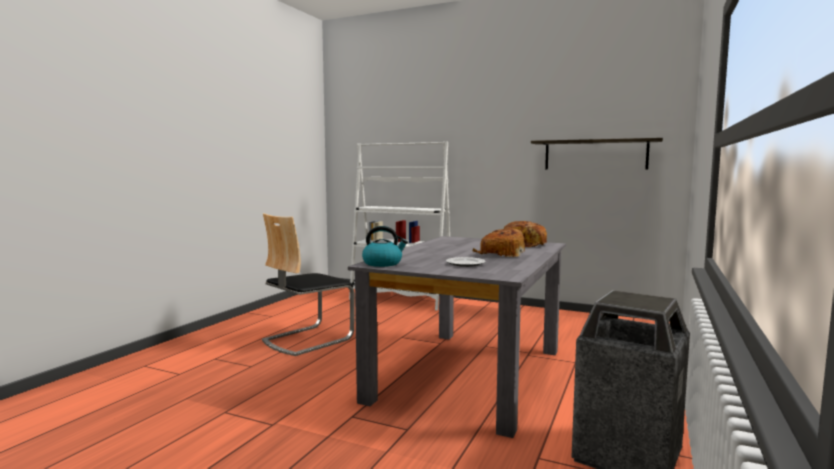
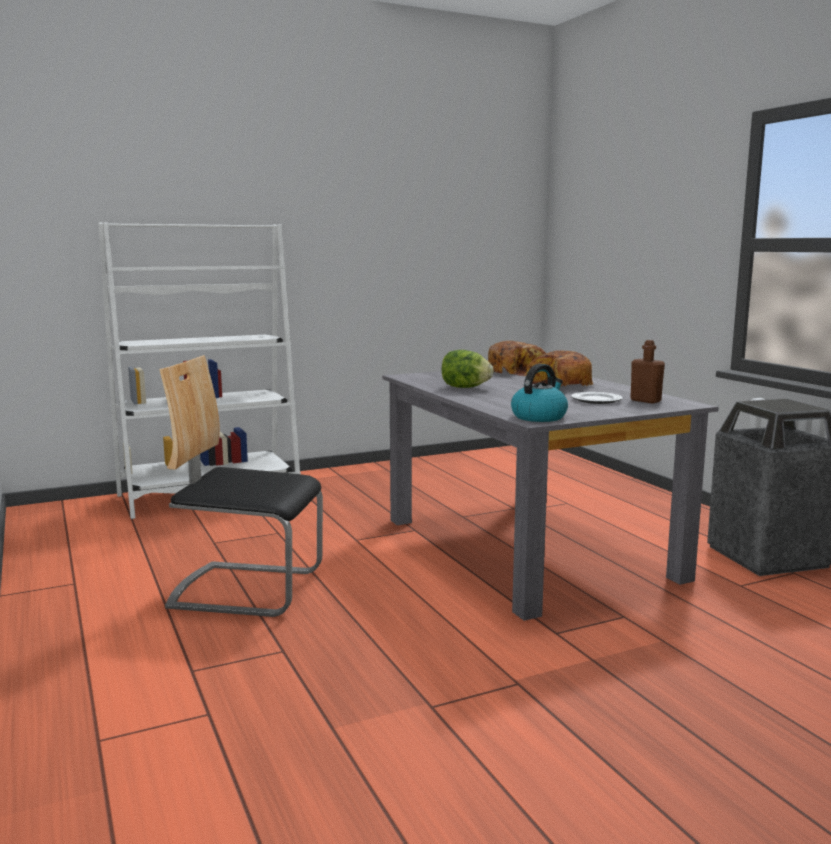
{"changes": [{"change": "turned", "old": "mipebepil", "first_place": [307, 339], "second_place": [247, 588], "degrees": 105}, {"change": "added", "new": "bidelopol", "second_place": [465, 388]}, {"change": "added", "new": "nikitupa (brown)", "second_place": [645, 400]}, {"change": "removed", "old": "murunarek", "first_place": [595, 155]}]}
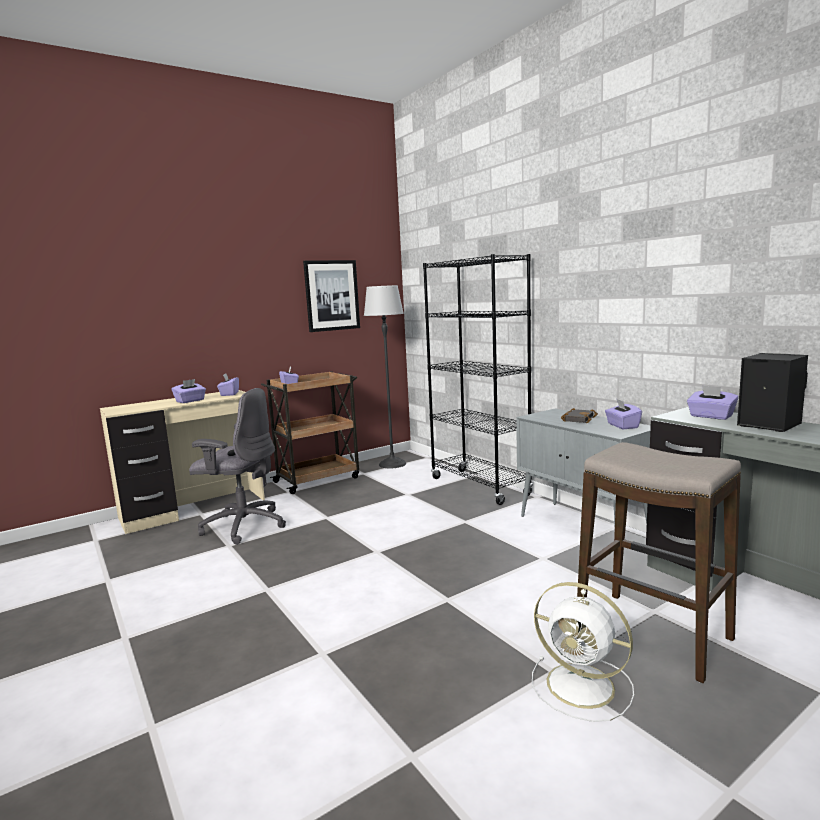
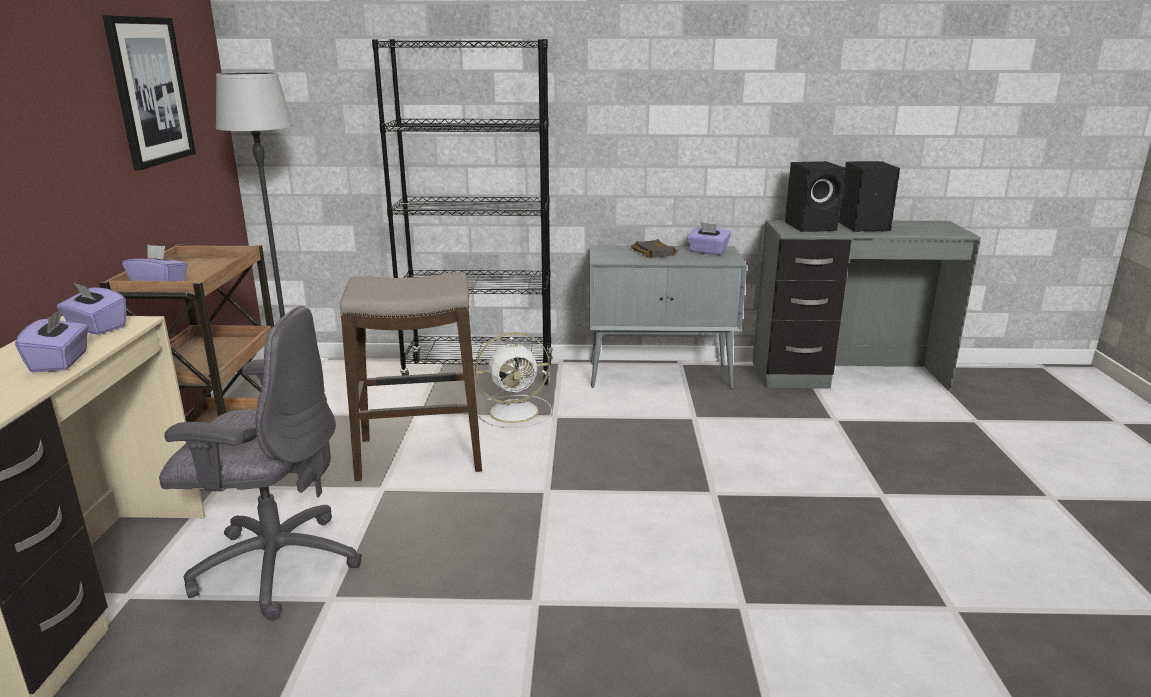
{"changes": [{"change": "turned", "old": "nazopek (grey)", "first_place": [243, 526], "second_place": [275, 565], "degrees": 45}, {"change": "moved", "old": "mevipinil", "first_place": [653, 635], "second_place": [420, 456]}, {"change": "moved", "old": "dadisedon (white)", "first_place": [583, 686], "second_place": [516, 411]}, {"change": "replaced", "old": "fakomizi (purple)", "new": "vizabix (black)", "first_place": [710, 416], "second_place": [812, 227]}]}
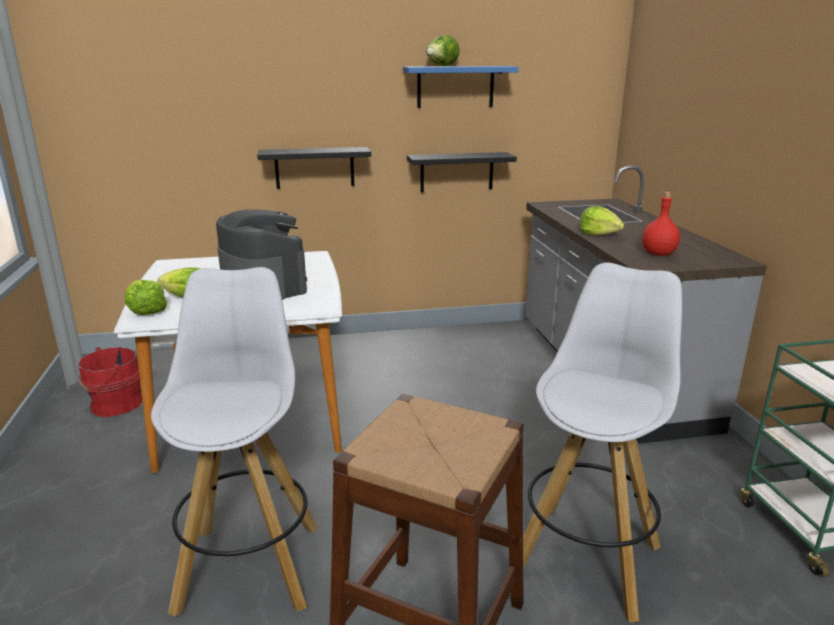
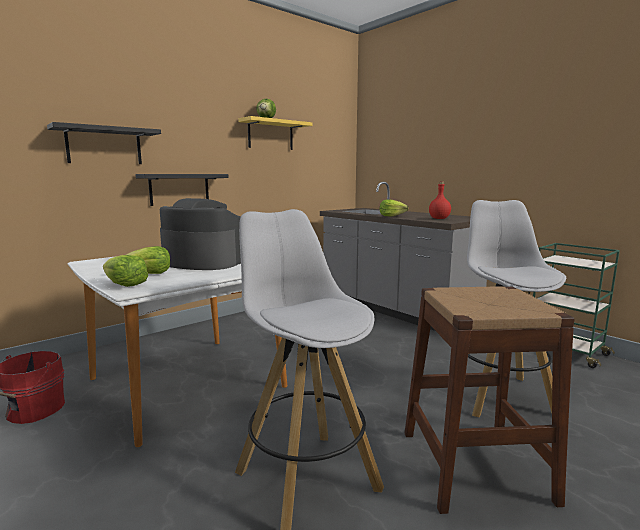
{"changes": [{"change": "moved", "old": "murunarek (black)", "first_place": [456, 172], "second_place": [104, 146]}, {"change": "recoloured", "old": "murunarek (blue)", "new": "murunarek (yellow)", "first_place": [455, 86], "second_place": [270, 135]}]}
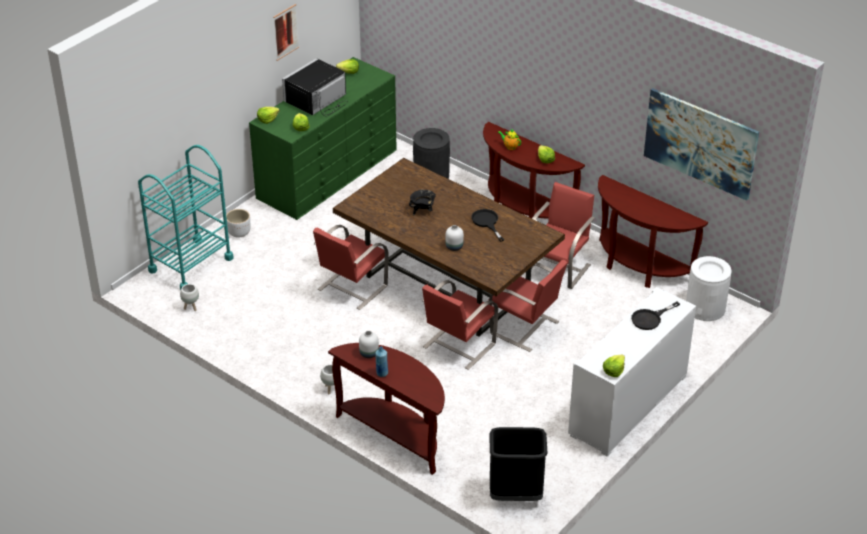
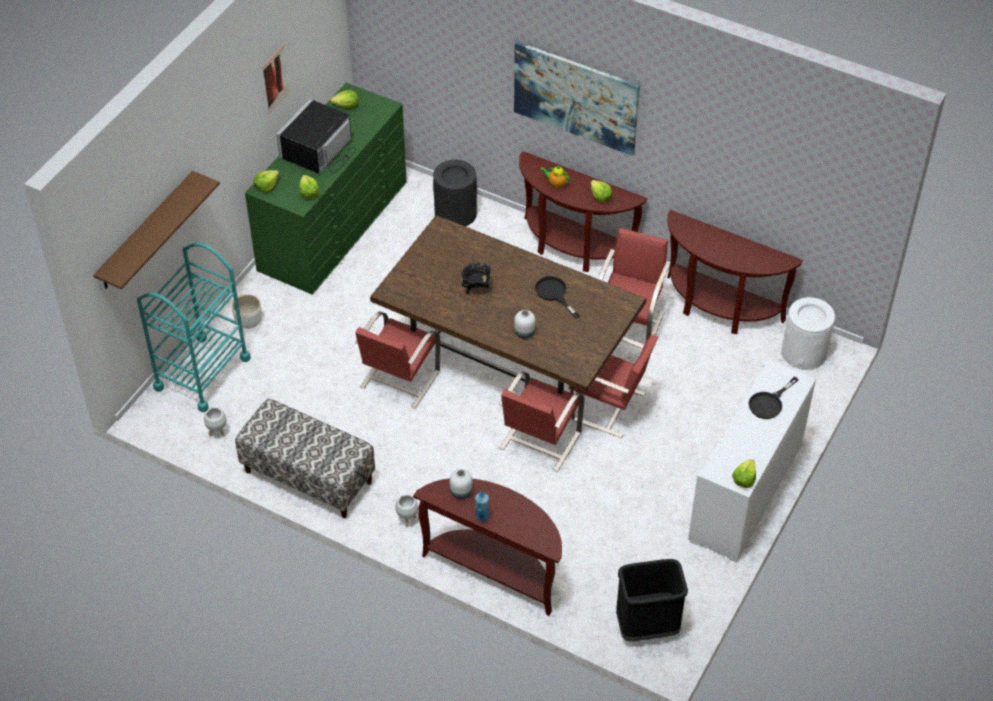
{"changes": [{"change": "added", "new": "murunarek (brown)", "second_place": [146, 232]}, {"change": "added", "new": "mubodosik", "second_place": [308, 477]}, {"change": "moved", "old": "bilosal", "first_place": [700, 143], "second_place": [575, 97]}]}
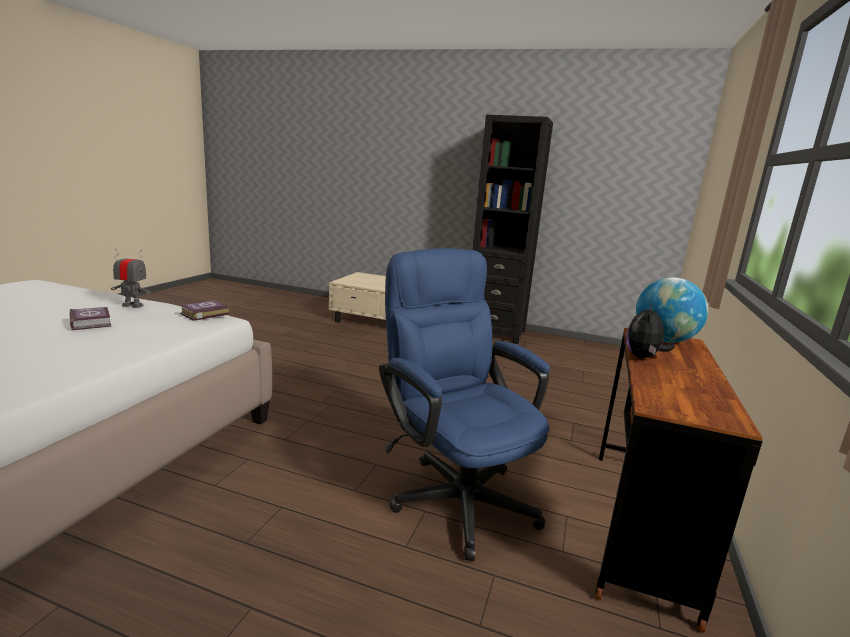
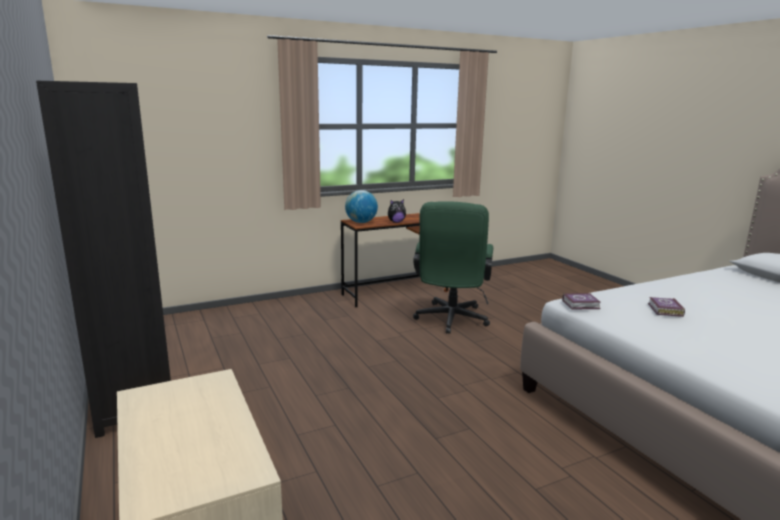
{"changes": [{"change": "recoloured", "old": "nazopek (blue)", "new": "nazopek (green)", "first_place": [455, 493], "second_place": [450, 321]}, {"change": "removed", "old": "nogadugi", "first_place": [133, 305]}]}
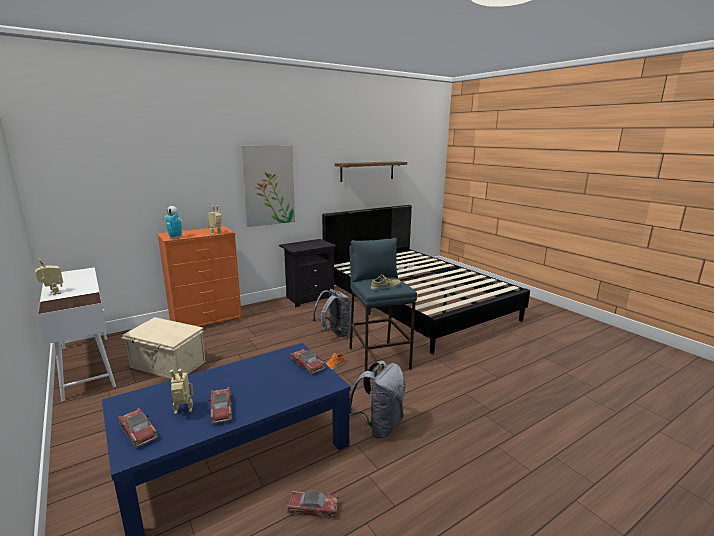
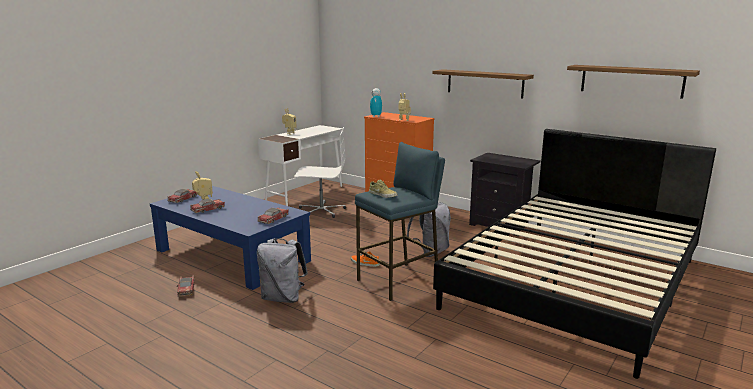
{"changes": [{"change": "replaced", "old": "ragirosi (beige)", "new": "nazopek (white)", "first_place": [168, 365], "second_place": [321, 210]}, {"change": "replaced", "old": "bilosal", "new": "murunarek", "first_place": [268, 185], "second_place": [484, 83]}]}
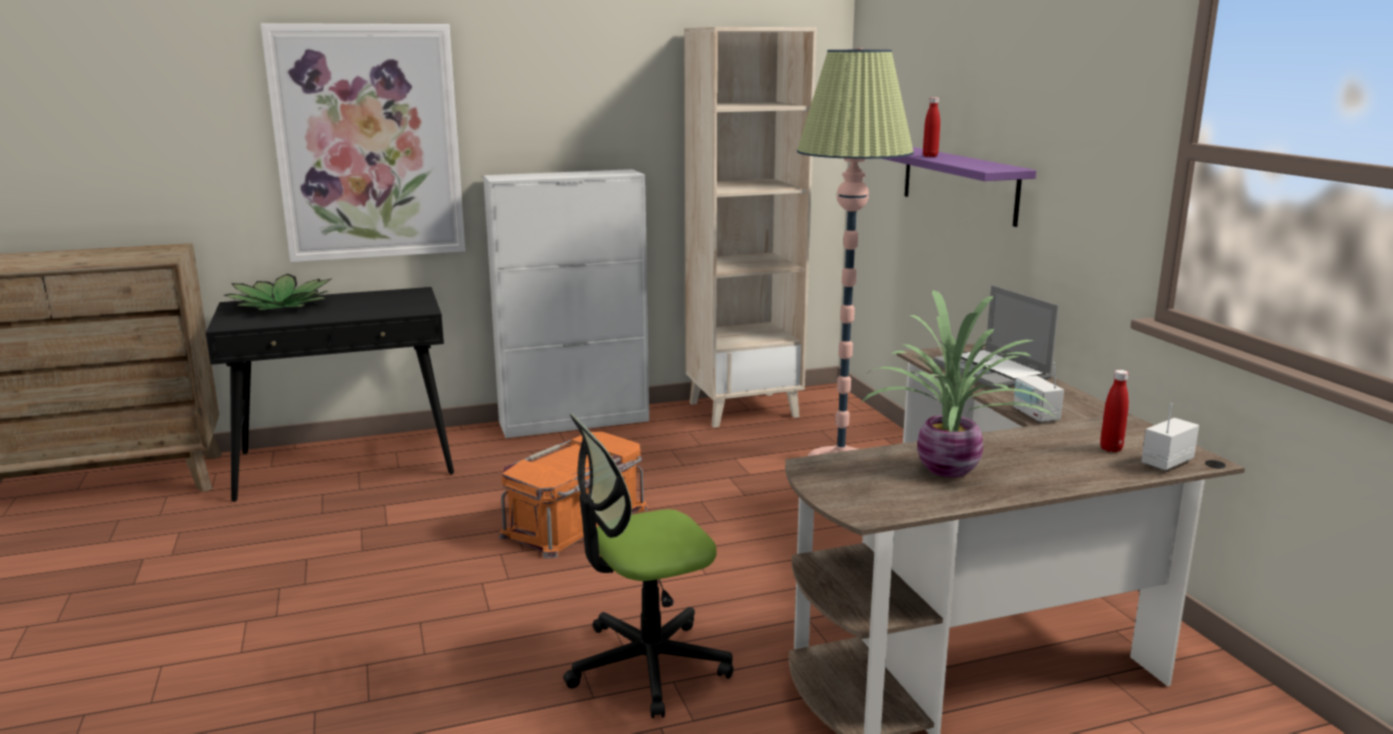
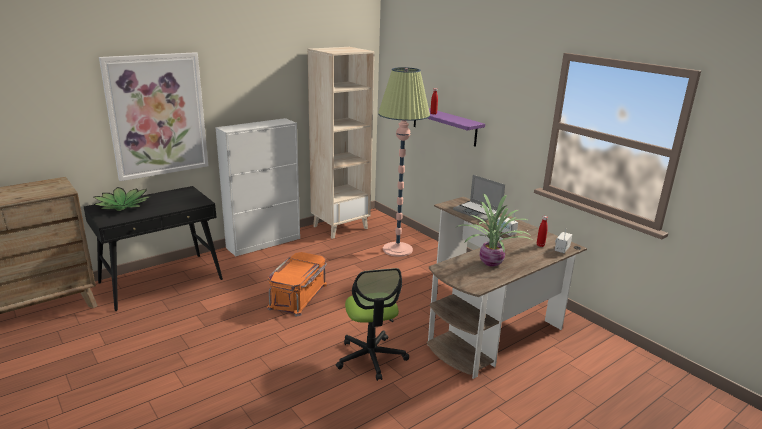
{"changes": [{"change": "turned", "old": "nazopek", "first_place": [647, 665], "second_place": [371, 357], "degrees": -60}]}
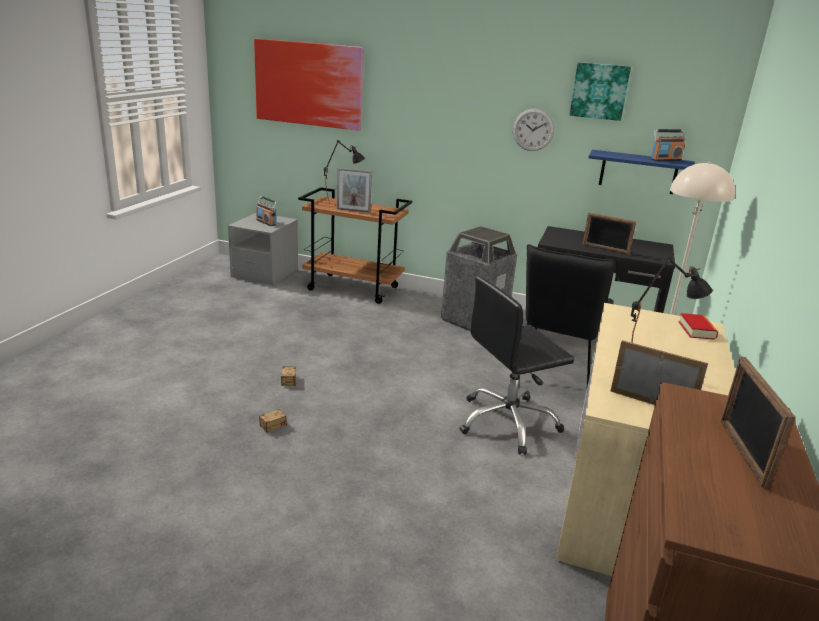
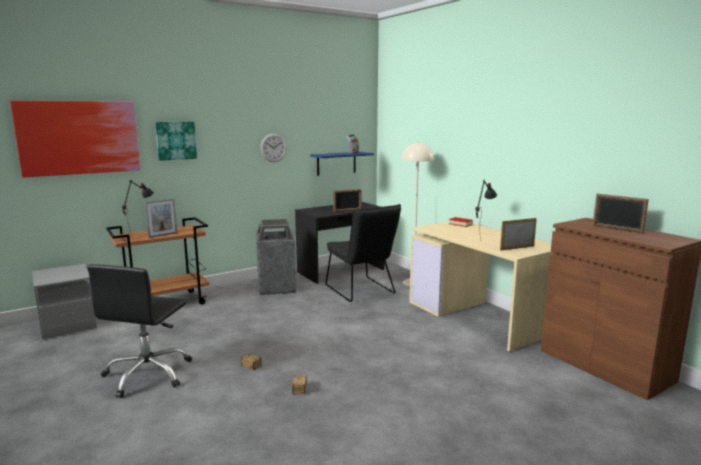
{"changes": [{"change": "moved", "old": "nazopek (black)", "first_place": [507, 423], "second_place": [148, 374]}, {"change": "moved", "old": "bilosal", "first_place": [599, 91], "second_place": [175, 140]}, {"change": "removed", "old": "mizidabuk", "first_place": [266, 222]}]}
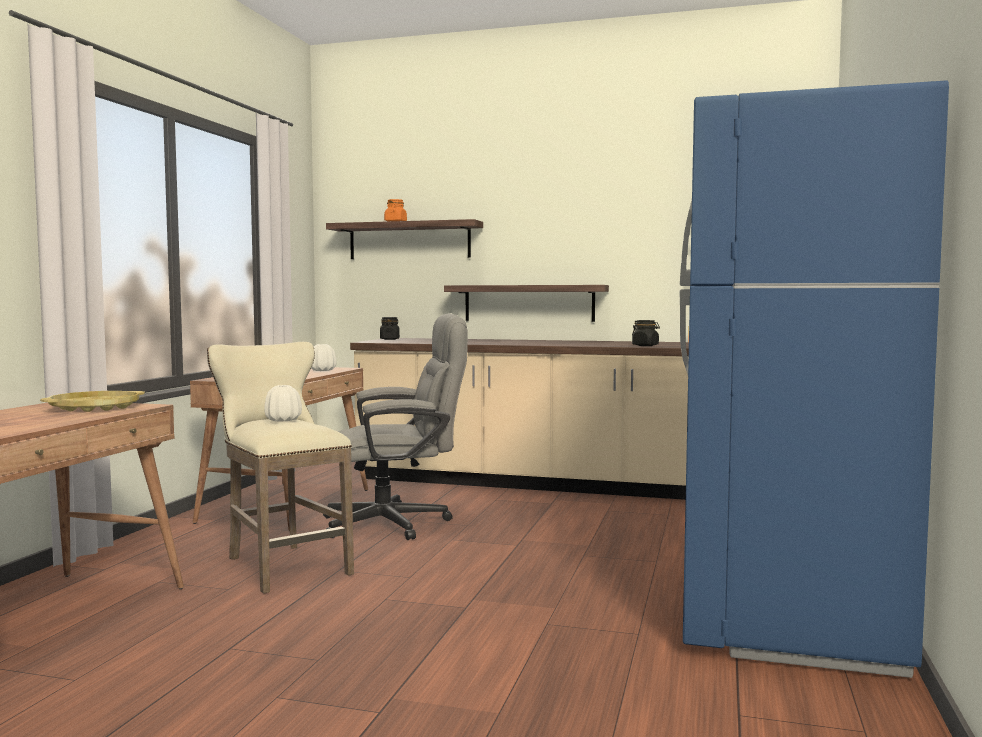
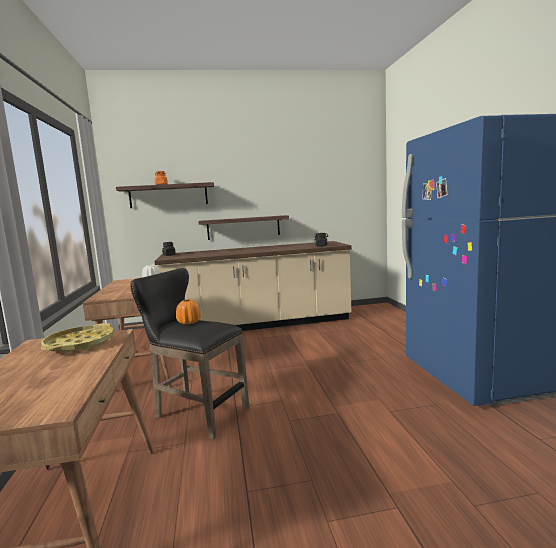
{"changes": [{"change": "recoloured", "old": "mevipinil (beige)", "new": "mevipinil (black)", "first_place": [283, 564], "second_place": [197, 413]}, {"change": "recoloured", "old": "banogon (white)", "new": "banogon (orange)", "first_place": [283, 420], "second_place": [189, 322]}, {"change": "removed", "old": "nazopek (grey)", "first_place": [398, 523]}]}
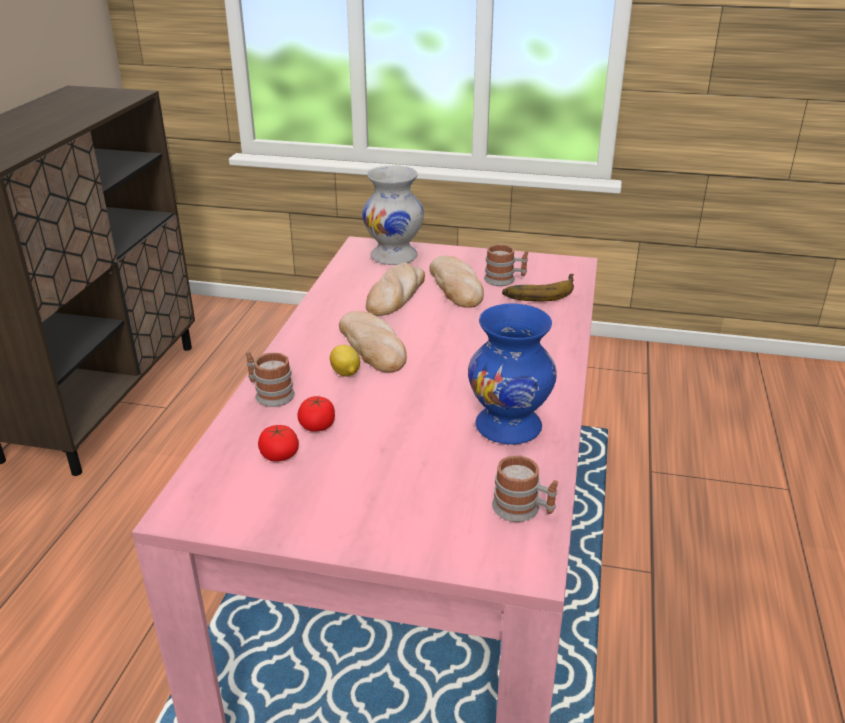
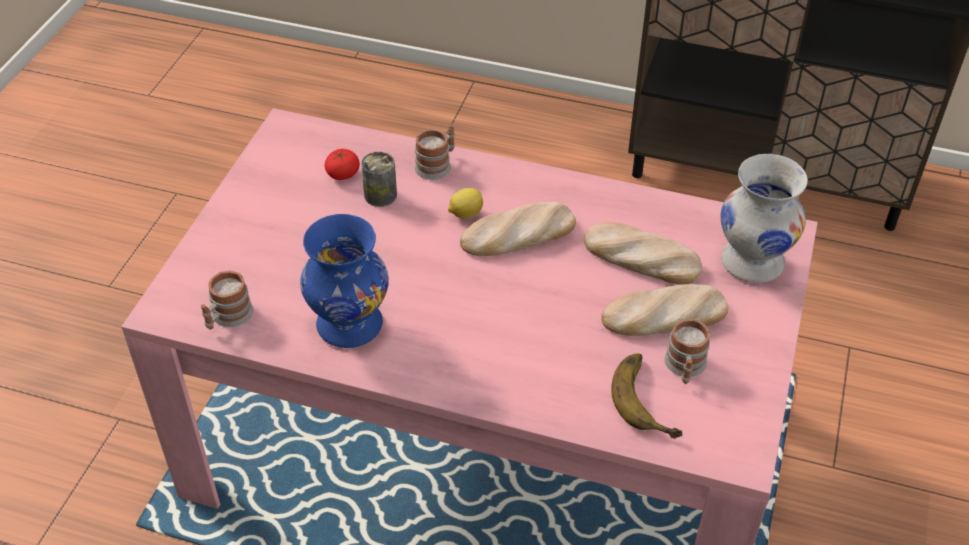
{"changes": [{"change": "replaced", "old": "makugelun", "new": "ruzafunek", "first_place": [317, 425], "second_place": [380, 195]}]}
